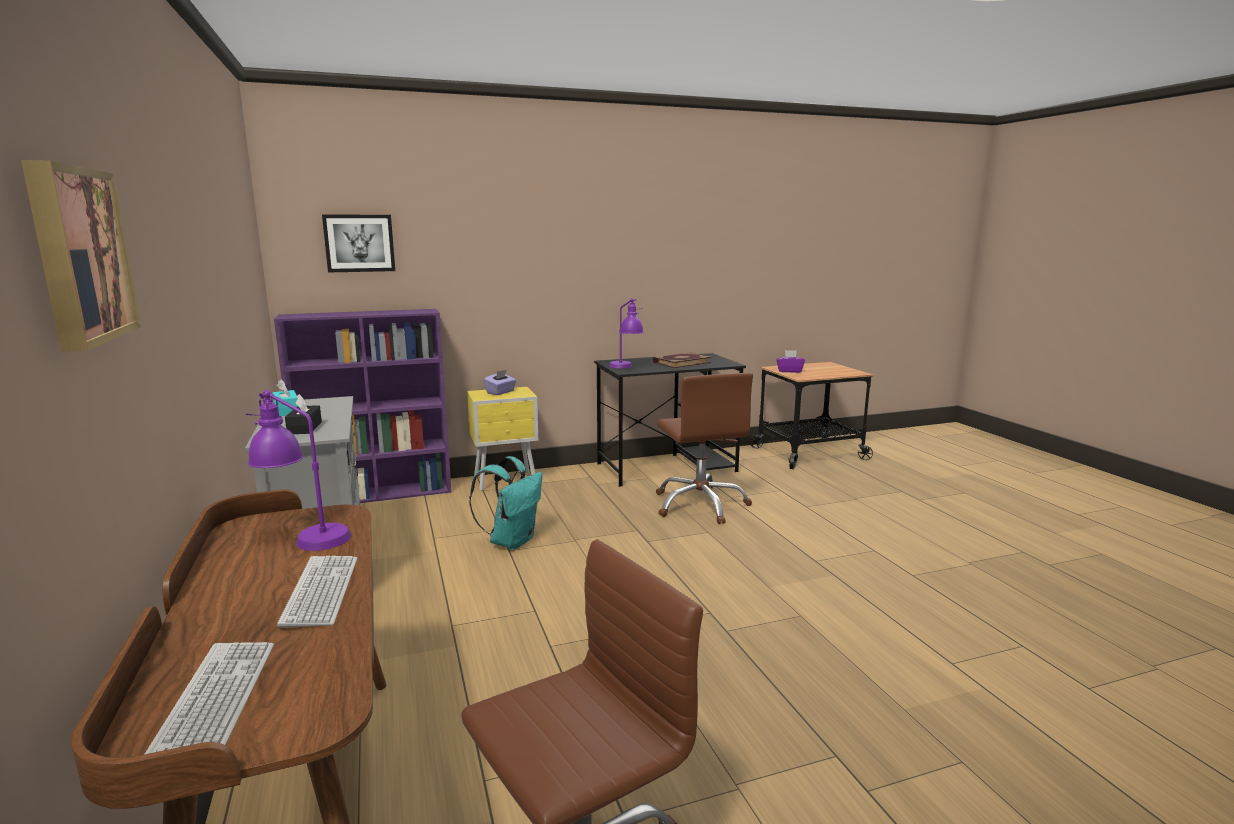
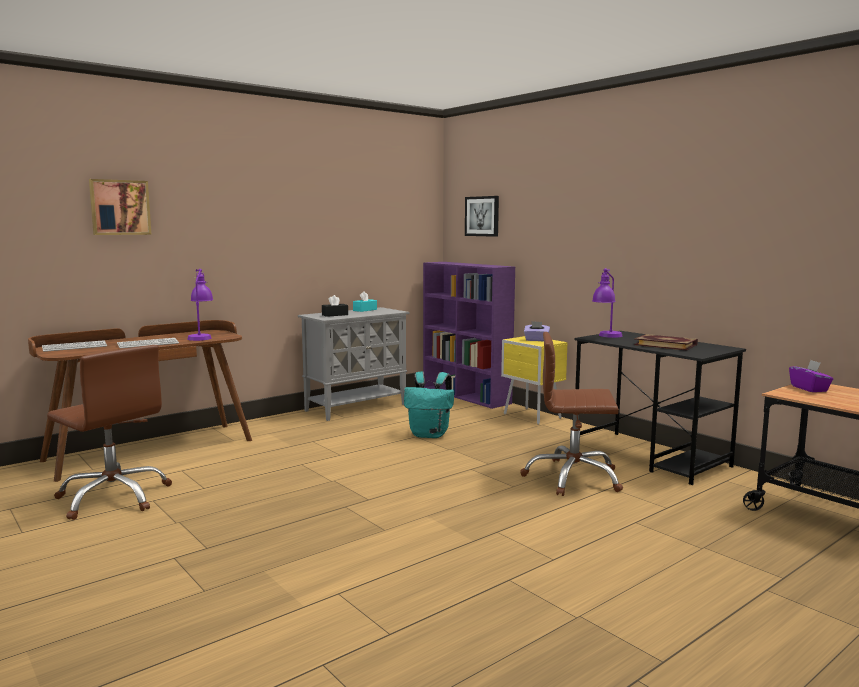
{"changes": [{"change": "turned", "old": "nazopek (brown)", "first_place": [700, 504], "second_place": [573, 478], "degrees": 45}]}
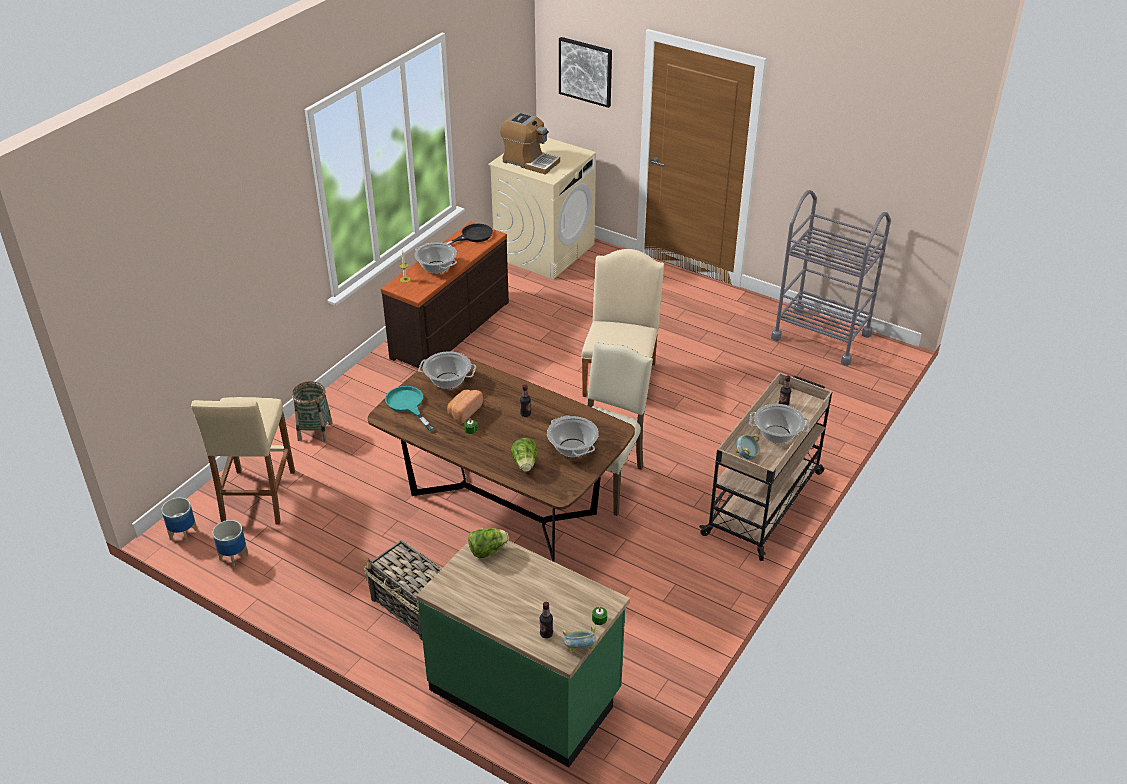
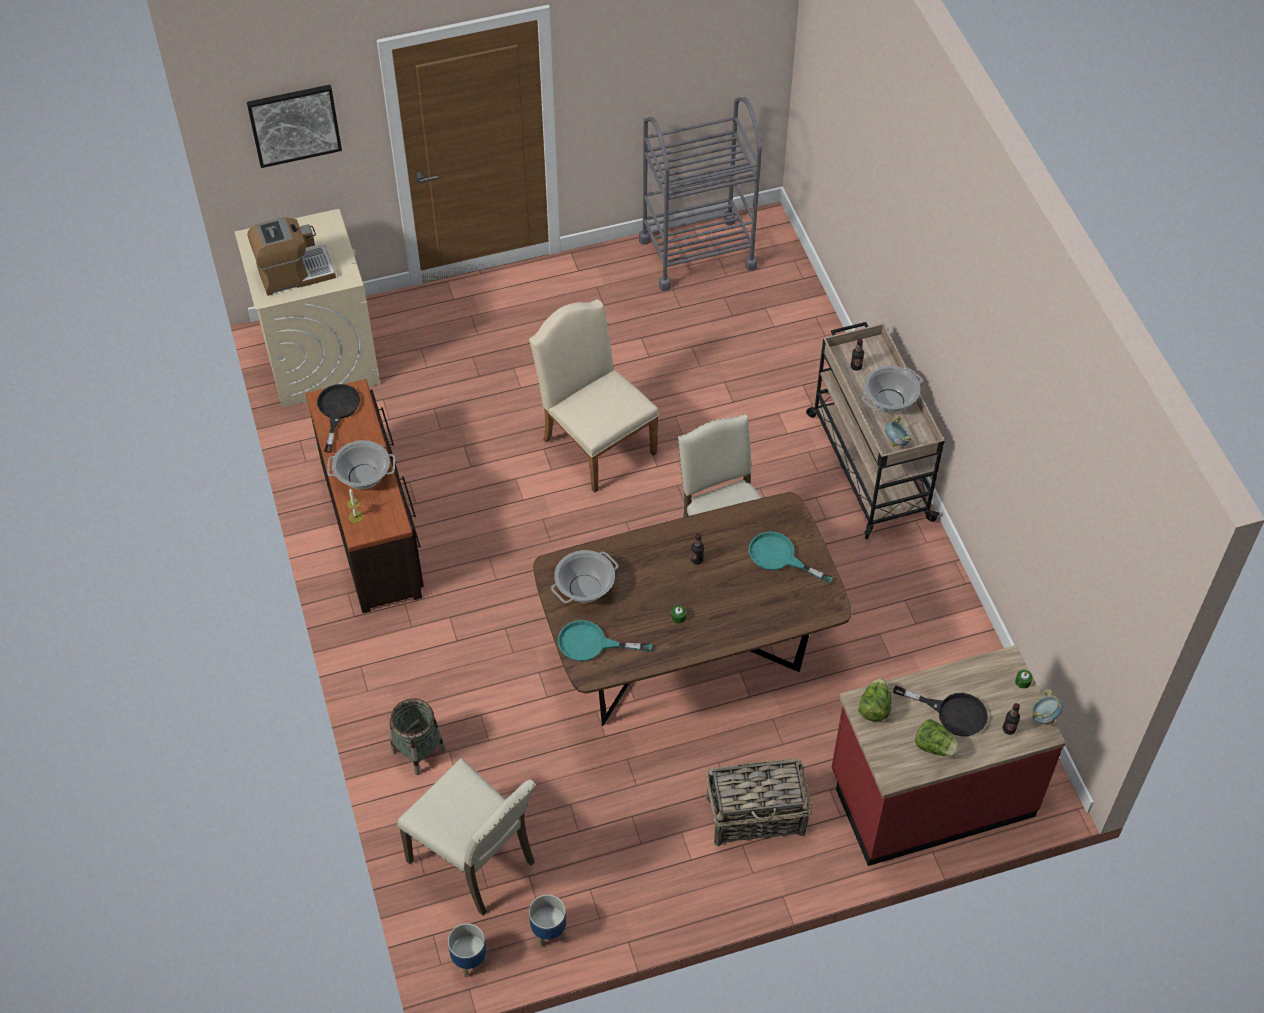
{"changes": [{"change": "replaced", "old": "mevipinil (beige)", "new": "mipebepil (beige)", "first_place": [258, 497], "second_place": [475, 861]}, {"change": "replaced", "old": "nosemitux", "new": "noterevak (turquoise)", "first_place": [572, 448], "second_place": [779, 557]}, {"change": "recoloured", "old": "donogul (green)", "new": "donogul (red)", "first_place": [526, 691], "second_place": [931, 793]}, {"change": "added", "new": "noterevak (black)", "second_place": [952, 713]}, {"change": "moved", "old": "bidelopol", "first_place": [525, 464], "second_place": [934, 747]}, {"change": "removed", "old": "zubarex", "first_place": [464, 412]}]}
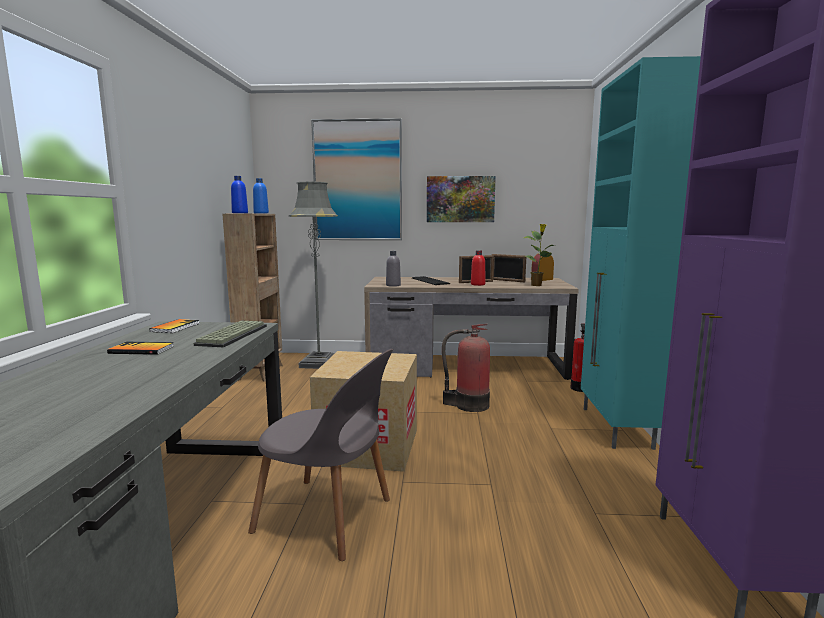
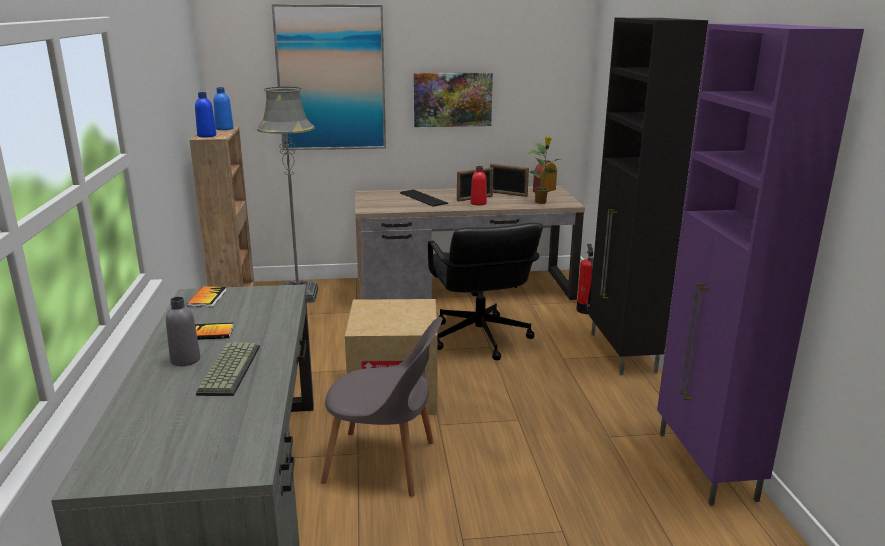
{"changes": [{"change": "moved", "old": "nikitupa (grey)", "first_place": [393, 285], "second_place": [185, 360]}, {"change": "moved", "old": "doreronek", "first_place": [232, 335], "second_place": [228, 369]}, {"change": "replaced", "old": "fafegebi", "new": "nazopek (black)", "first_place": [469, 405], "second_place": [479, 338]}, {"change": "recoloured", "old": "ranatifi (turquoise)", "new": "ranatifi (black)", "first_place": [615, 428], "second_place": [622, 353]}]}
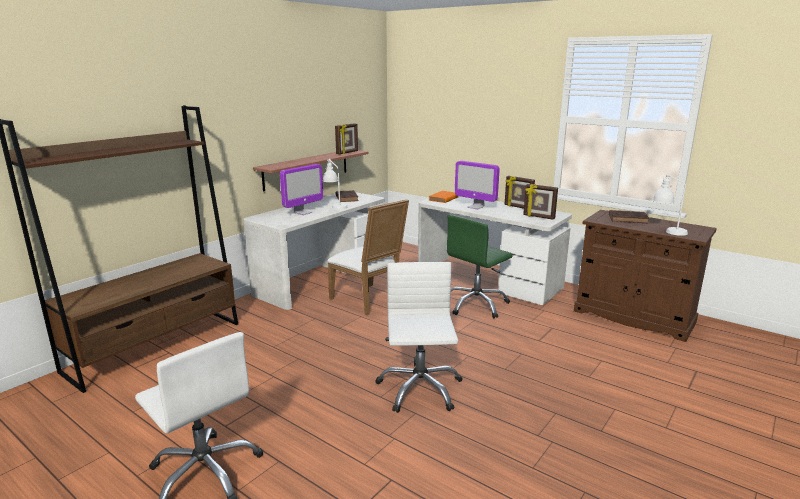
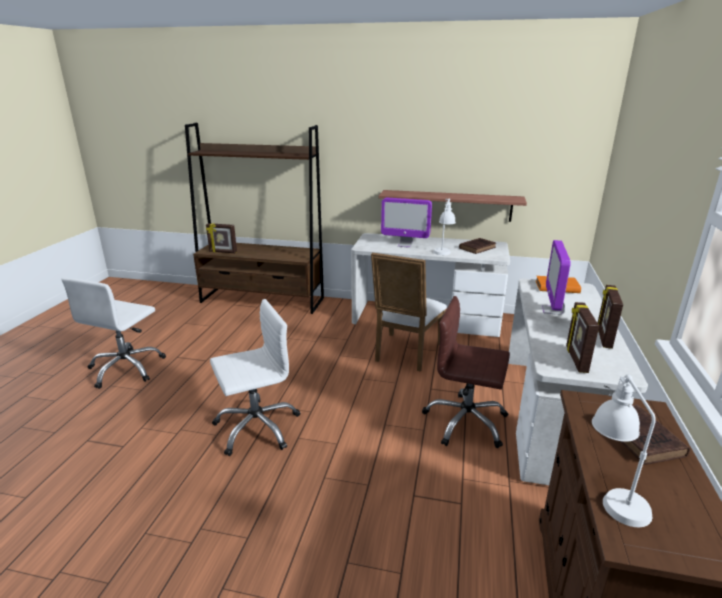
{"changes": [{"change": "moved", "old": "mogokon", "first_place": [347, 152], "second_place": [223, 252]}, {"change": "recoloured", "old": "nazopek (green)", "new": "nazopek (brown)", "first_place": [476, 304], "second_place": [465, 422]}]}
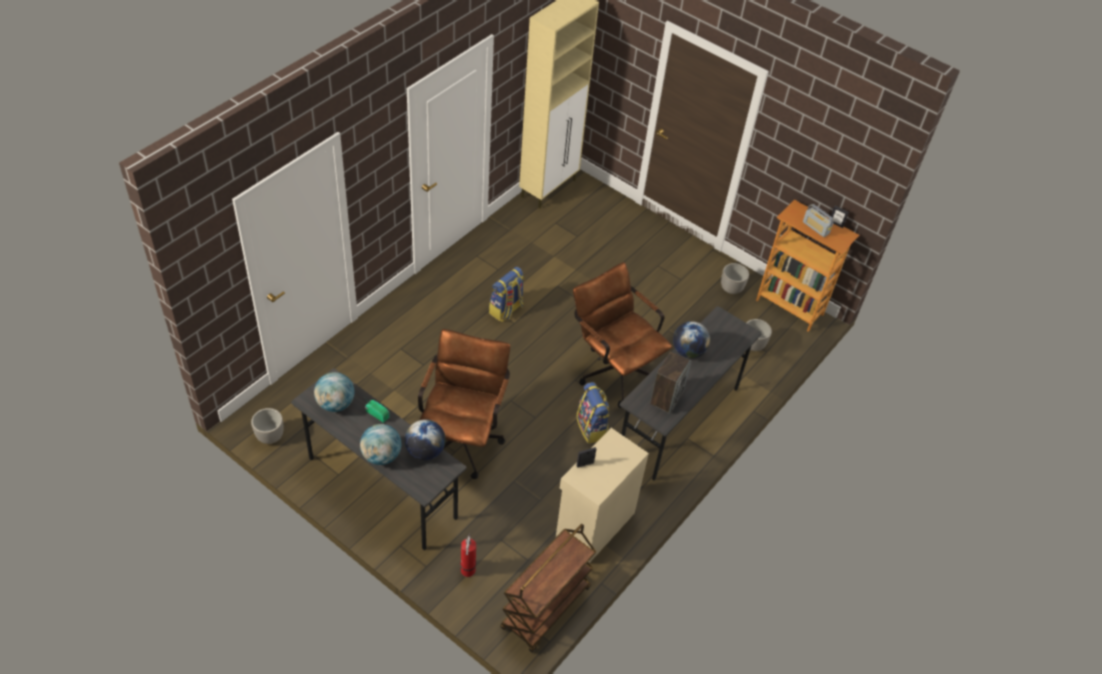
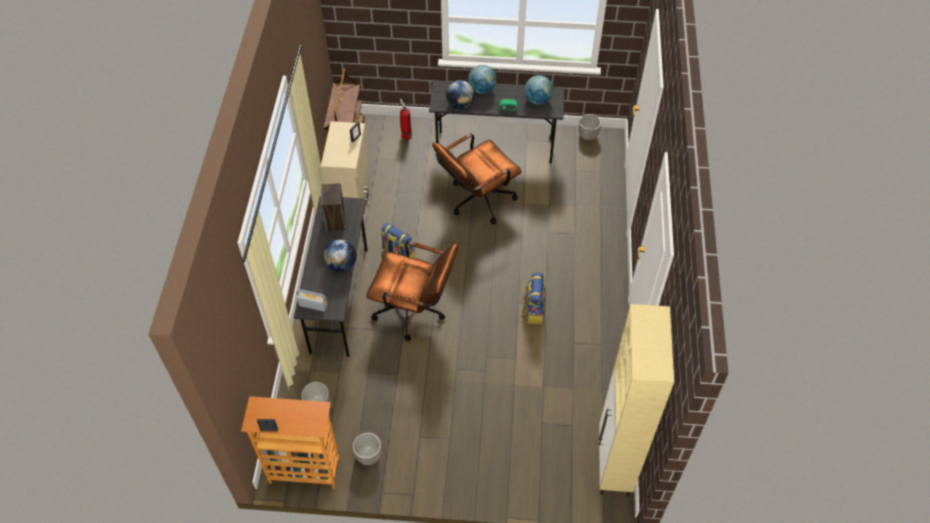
{"changes": [{"change": "moved", "old": "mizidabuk", "first_place": [815, 228], "second_place": [313, 305]}, {"change": "turned", "old": "nazopek (brown)", "first_place": [462, 437], "second_place": [476, 201], "degrees": 75}]}
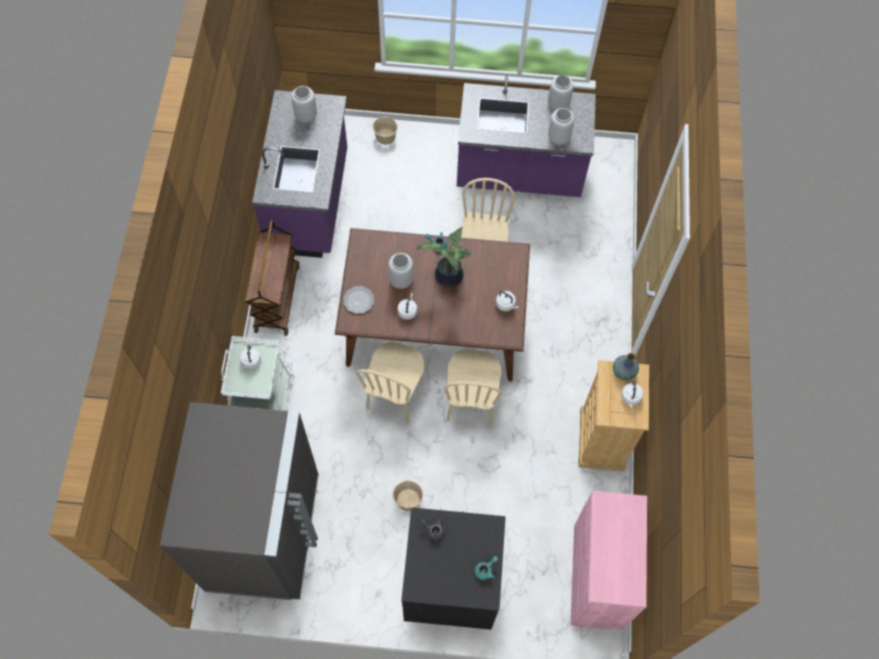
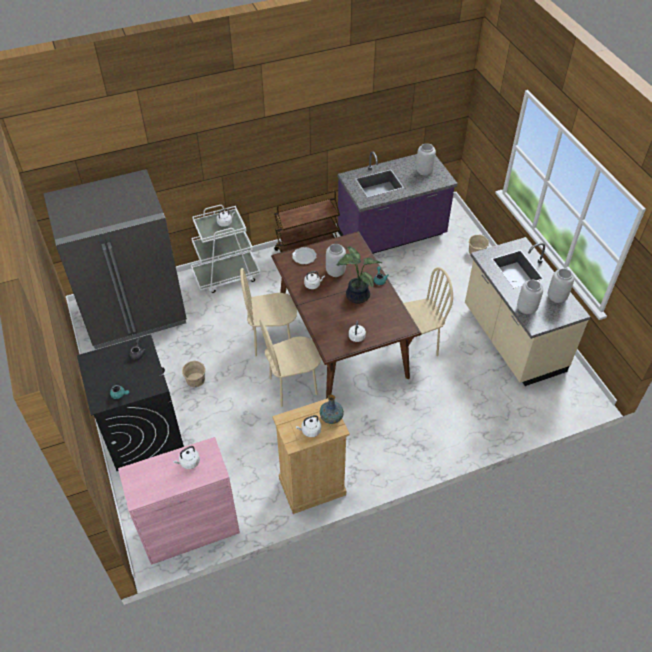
{"changes": [{"change": "added", "new": "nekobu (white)", "second_place": [189, 462]}, {"change": "recoloured", "old": "donogul (purple)", "new": "donogul (beige)", "first_place": [519, 173], "second_place": [512, 339]}]}
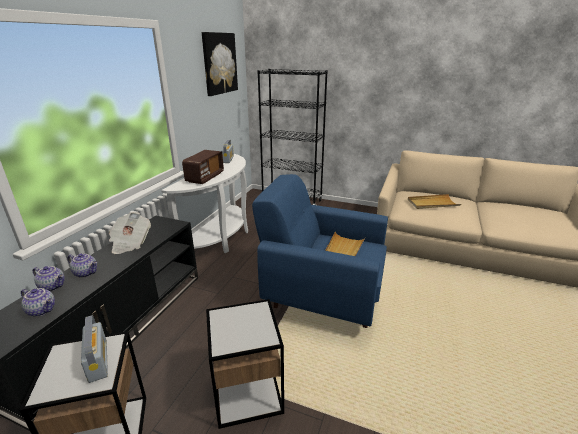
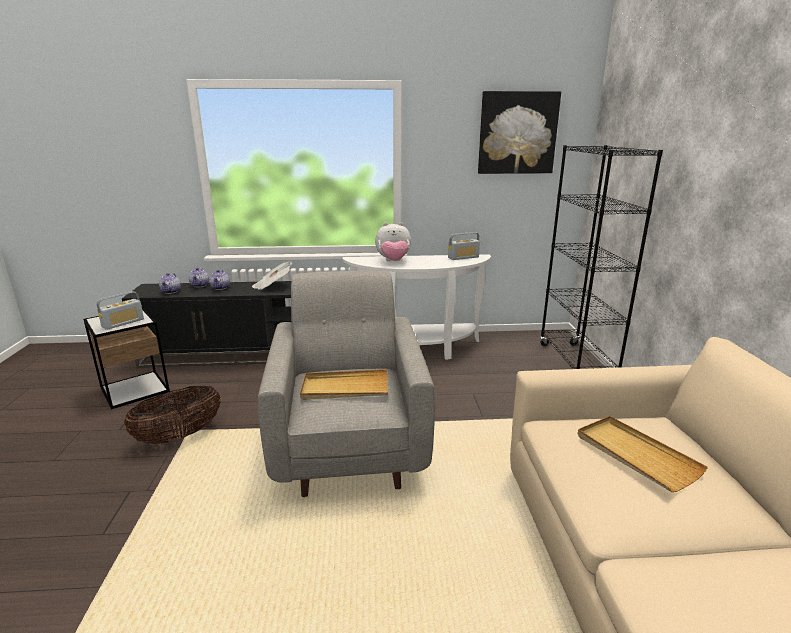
{"changes": [{"change": "replaced", "old": "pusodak", "new": "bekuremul", "first_place": [247, 392], "second_place": [179, 435]}, {"change": "recoloured", "old": "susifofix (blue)", "new": "susifofix (grey)", "first_place": [321, 296], "second_place": [350, 445]}, {"change": "replaced", "old": "mizidabuk", "new": "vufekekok", "first_place": [205, 177], "second_place": [393, 261]}]}
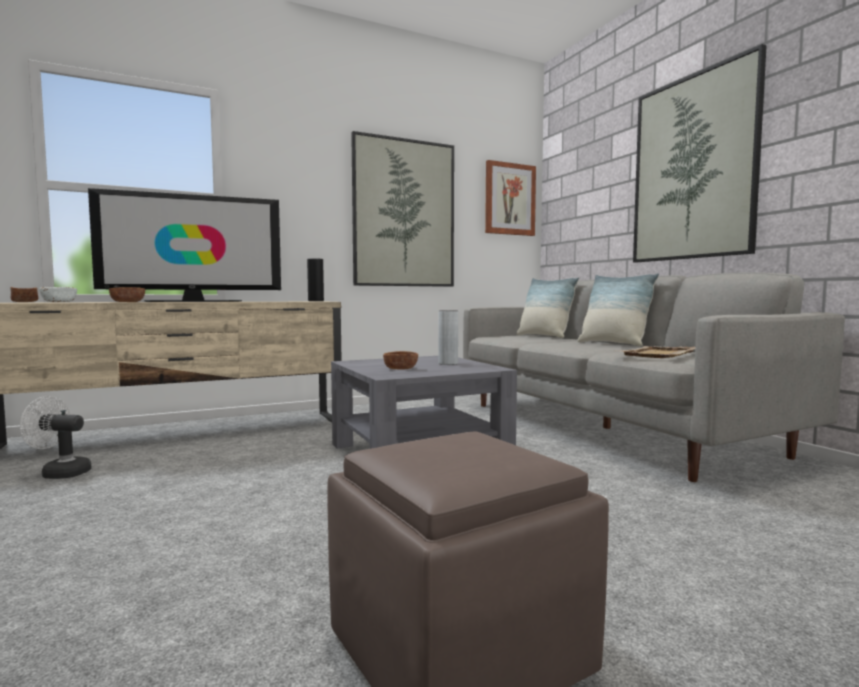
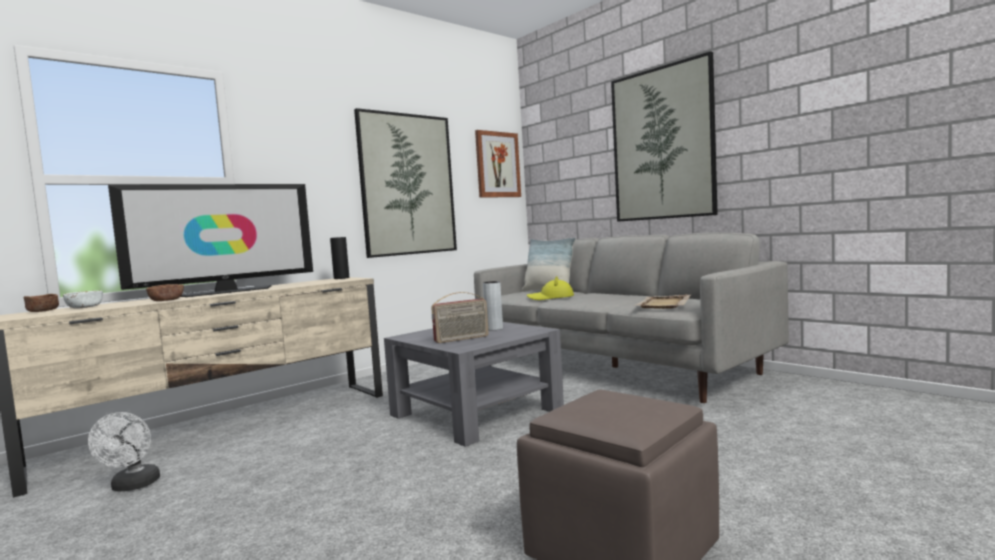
{"changes": [{"change": "turned", "old": "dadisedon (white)", "first_place": [60, 473], "second_place": [133, 486], "degrees": -90}, {"change": "replaced", "old": "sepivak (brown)", "new": "mizidabuk", "first_place": [400, 369], "second_place": [462, 339]}, {"change": "added", "new": "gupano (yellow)", "second_place": [550, 298]}, {"change": "removed", "old": "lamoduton", "first_place": [613, 344]}]}
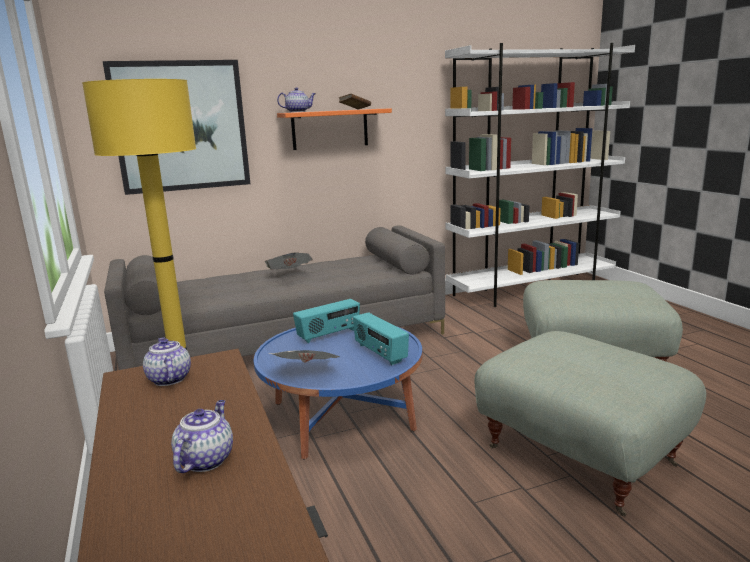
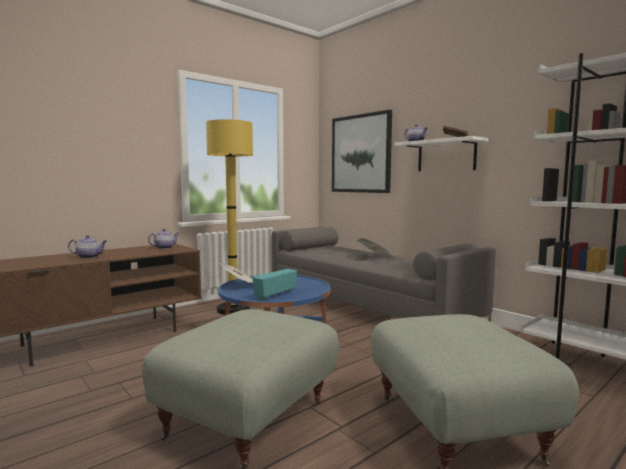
{"changes": [{"change": "recoloured", "old": "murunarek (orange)", "new": "murunarek (white)", "first_place": [330, 129], "second_place": [446, 156]}, {"change": "removed", "old": "mizidabuk", "first_place": [329, 335]}]}
